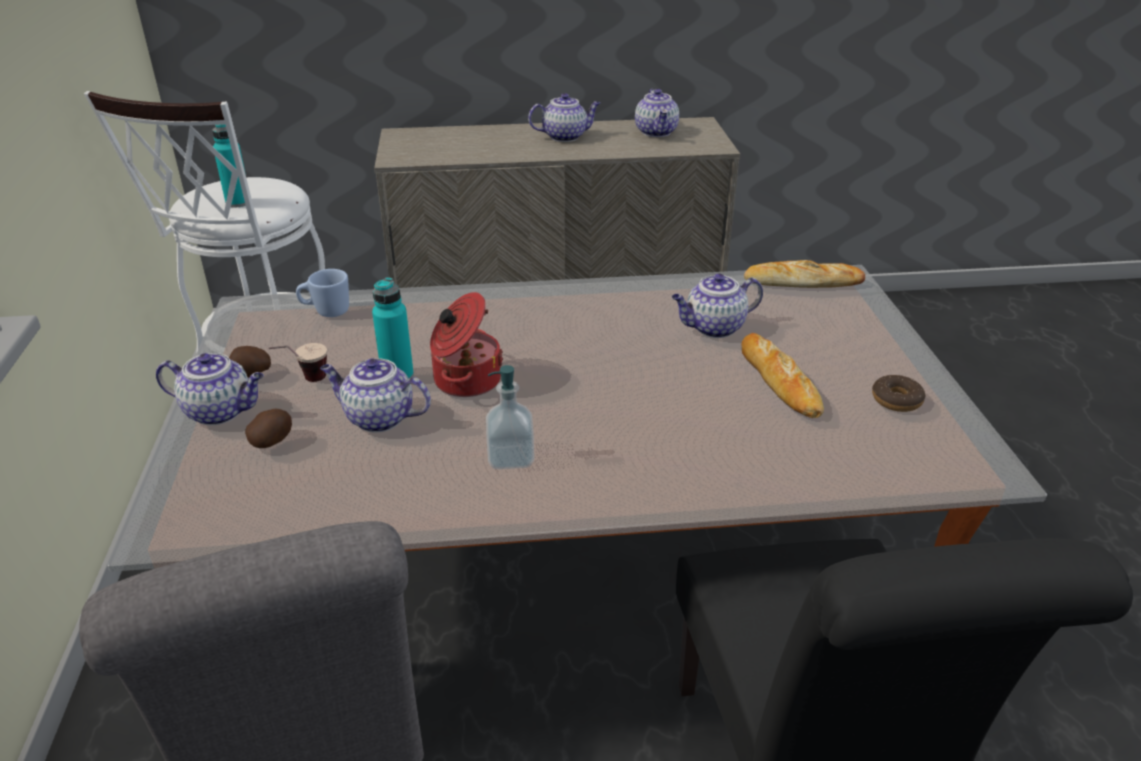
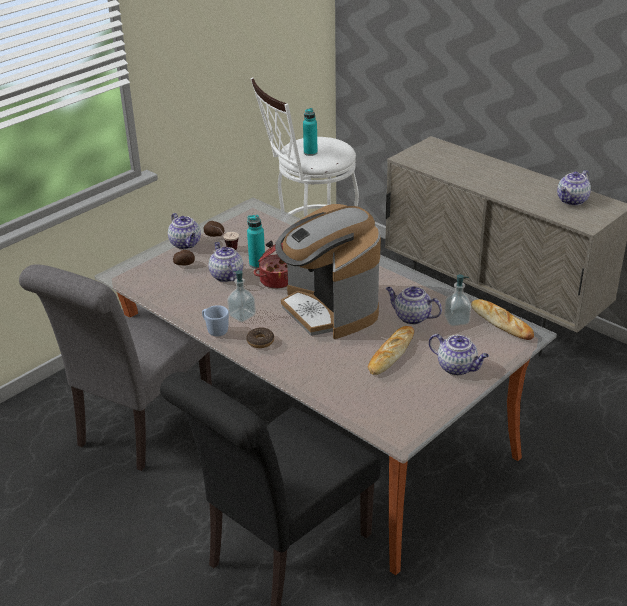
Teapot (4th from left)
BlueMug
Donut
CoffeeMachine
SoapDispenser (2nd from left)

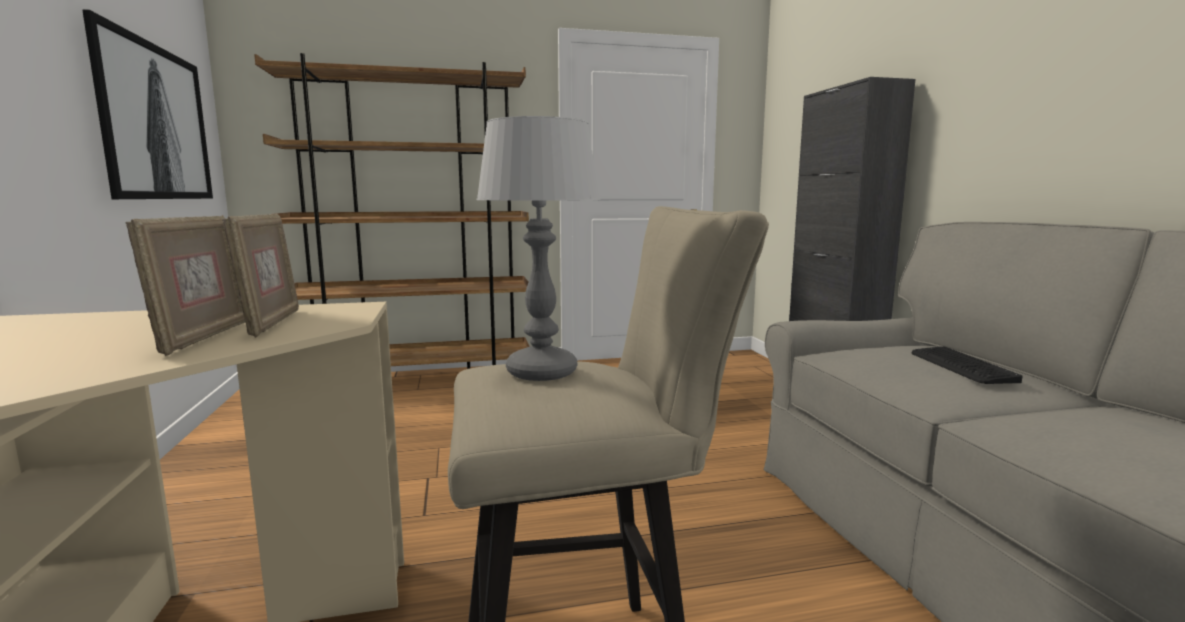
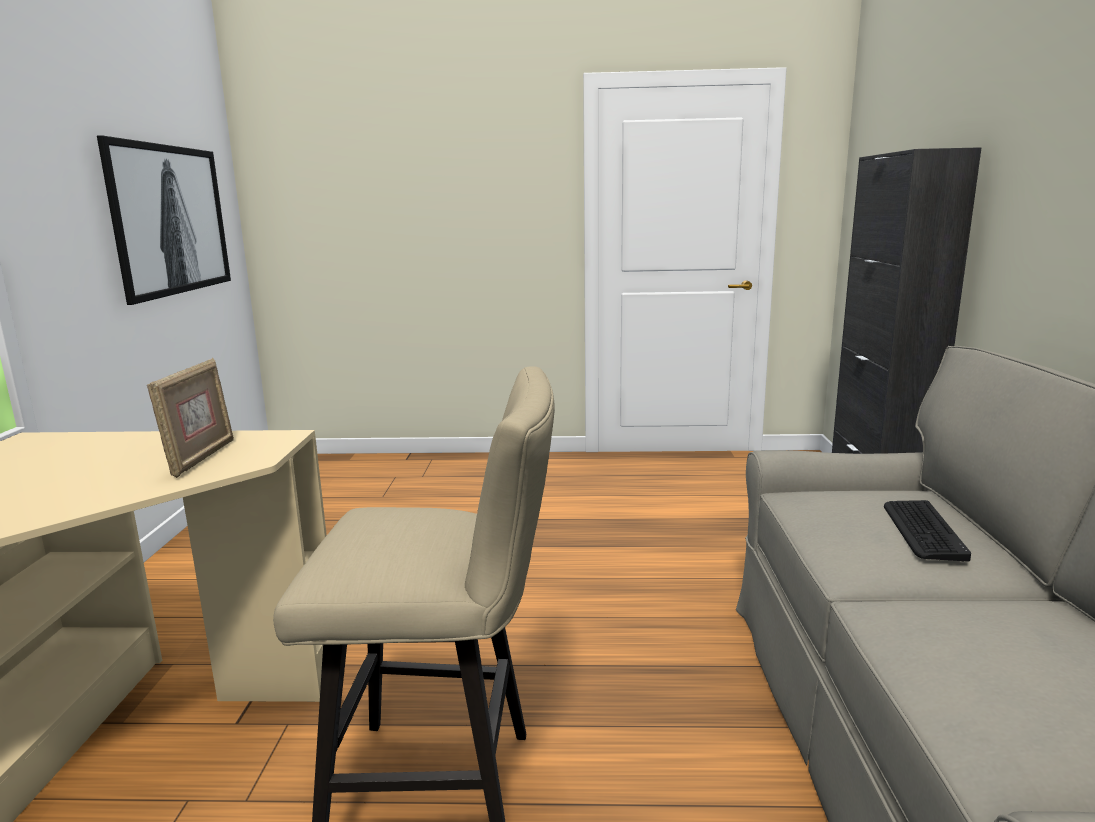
BrownBookcase
TableLamp
PictureFrame (1st from left in the first image)

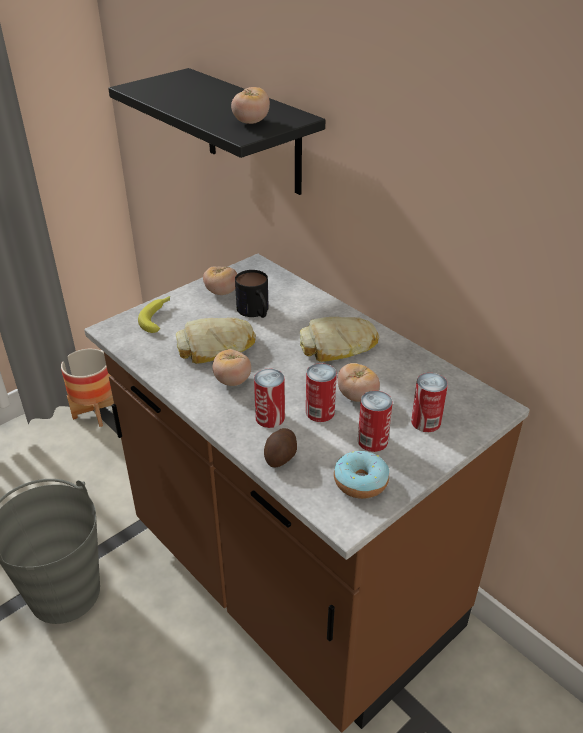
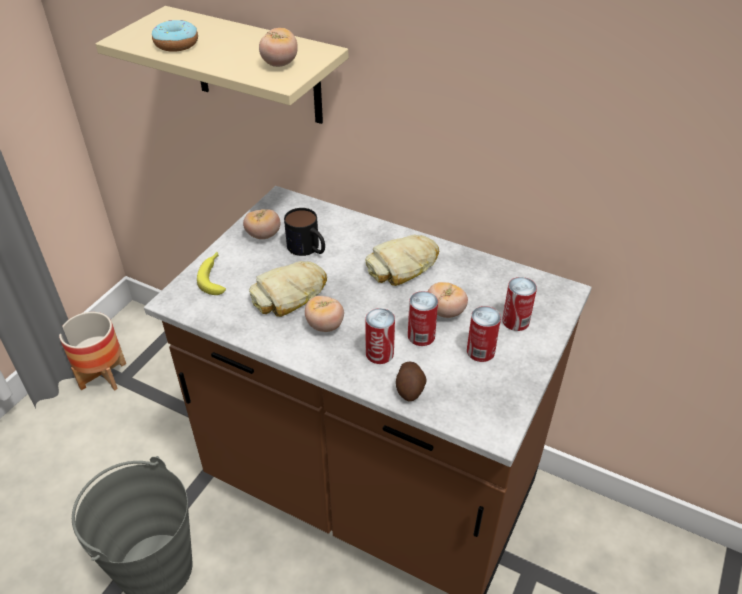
BeigeShelf
Donut

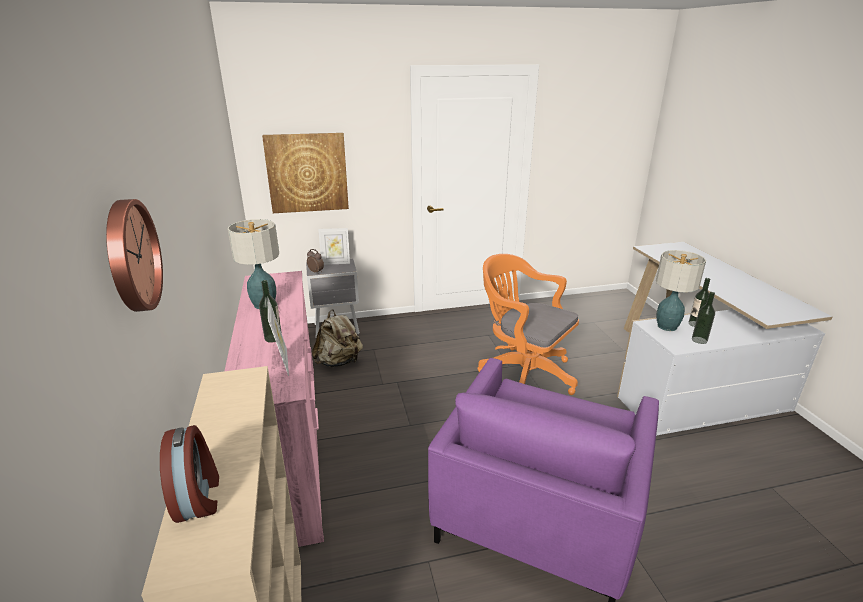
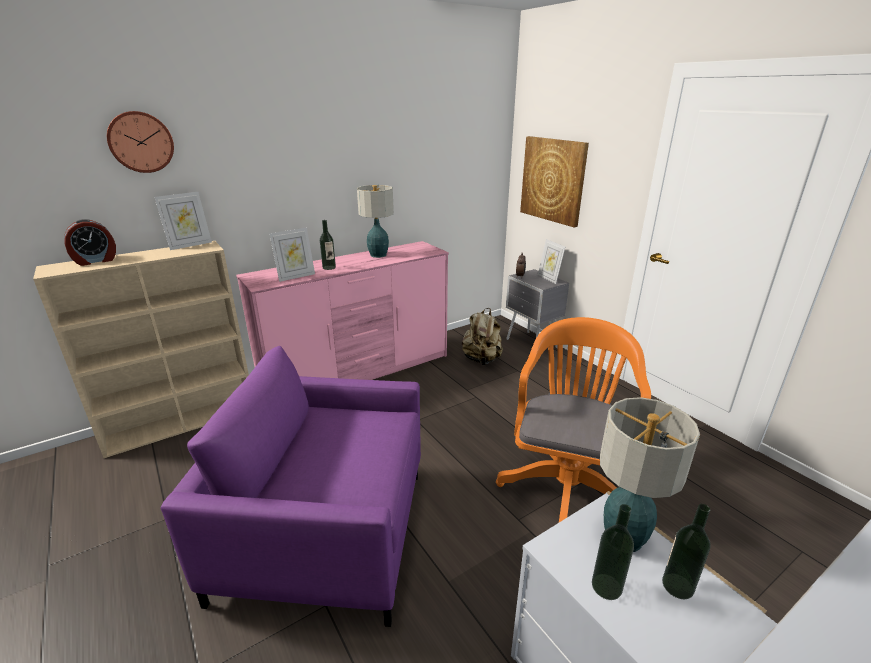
PictureFrame (1st from left)

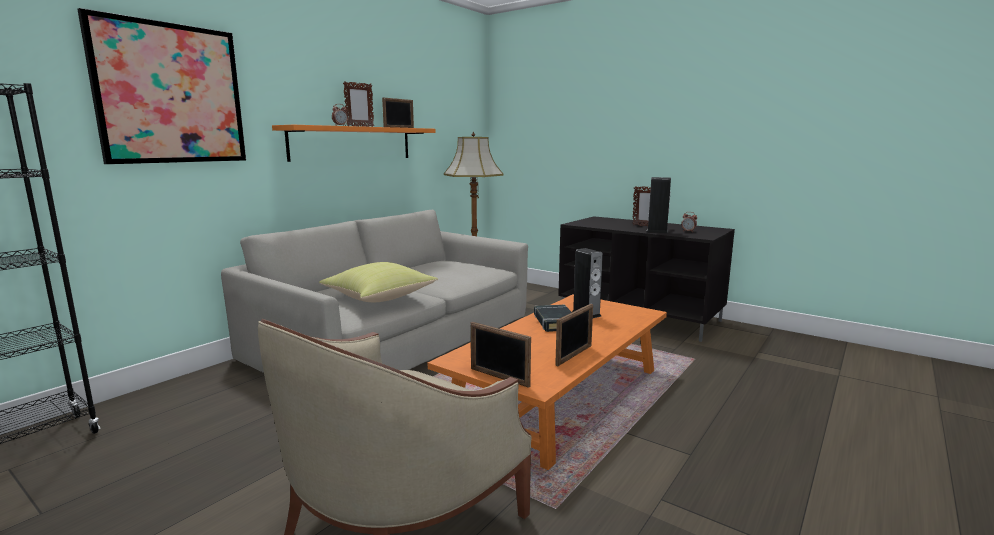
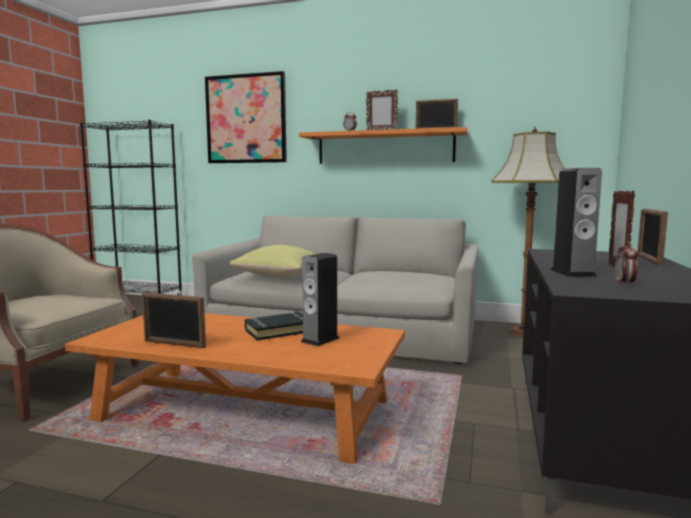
PictureFrame (5th from left)

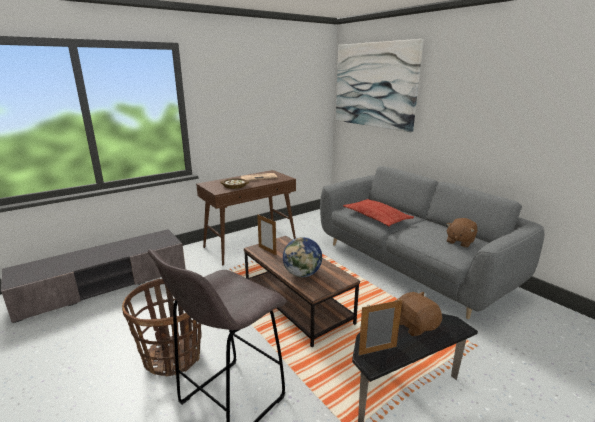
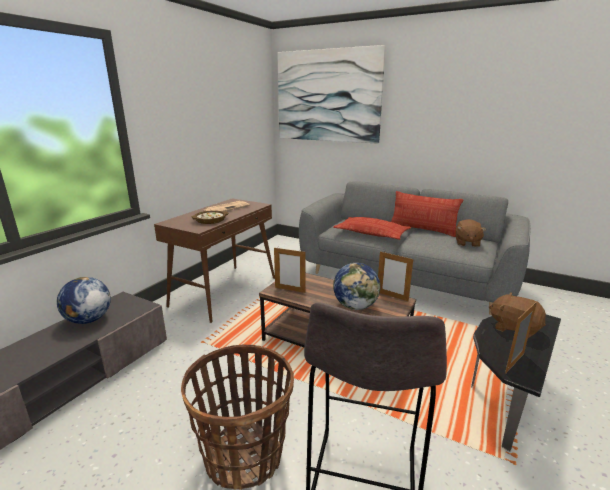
Pillow (2nd from left)
PictureFrame (2nd from left)
Globe (1st from left)

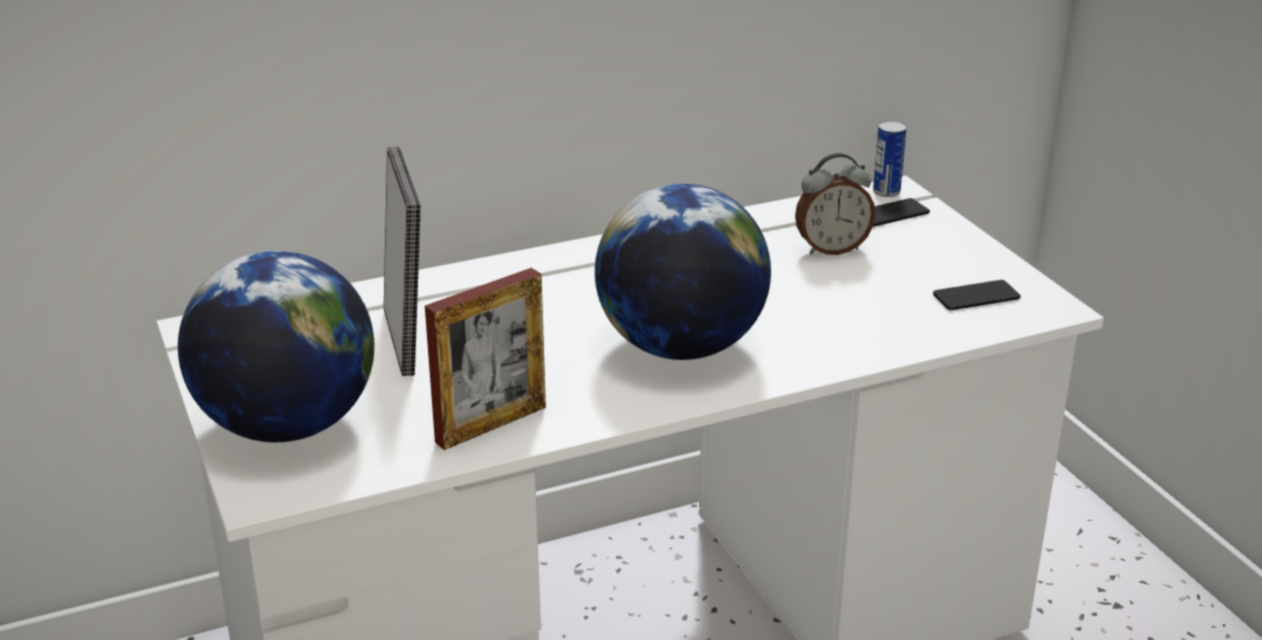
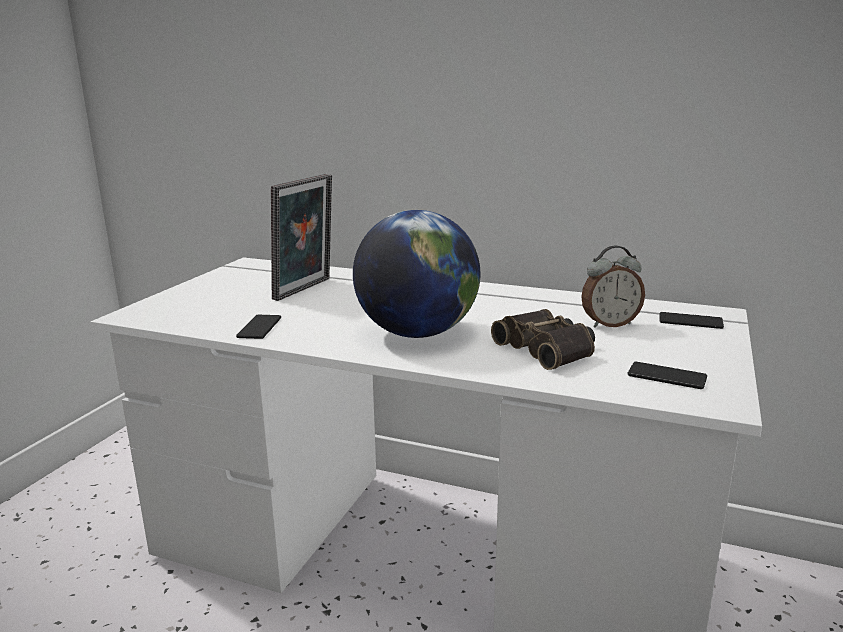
Can
AlarmClock
Globe (1st from left in the first image)
Phone (1st from left)
Binoculars

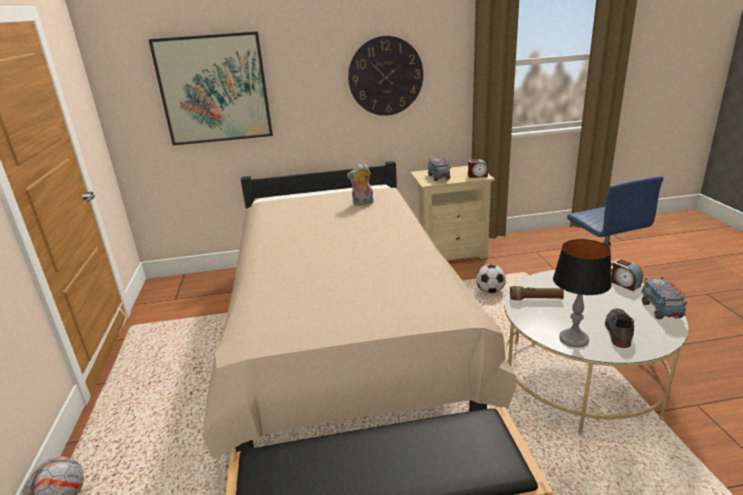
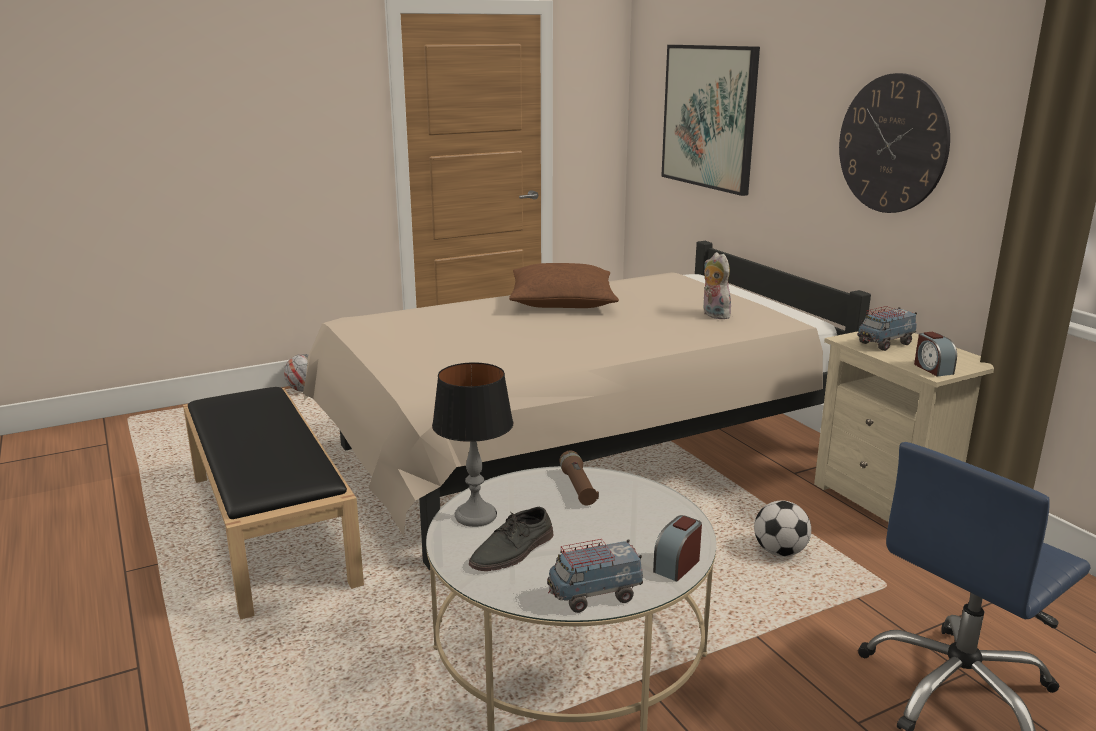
GreyShoe
BrownPillow

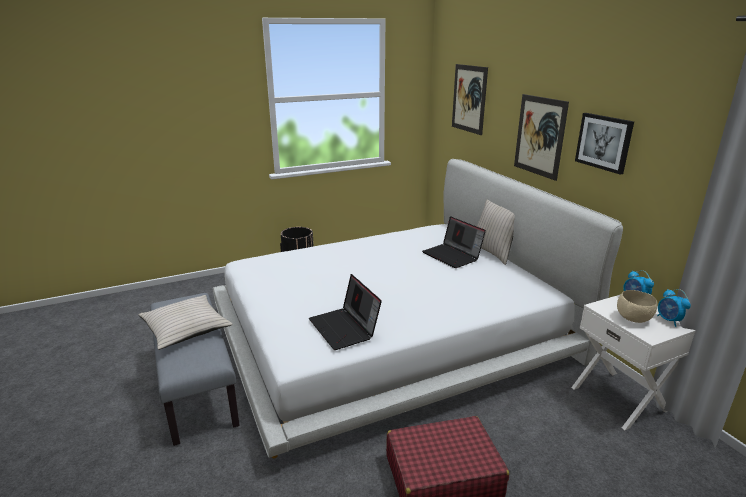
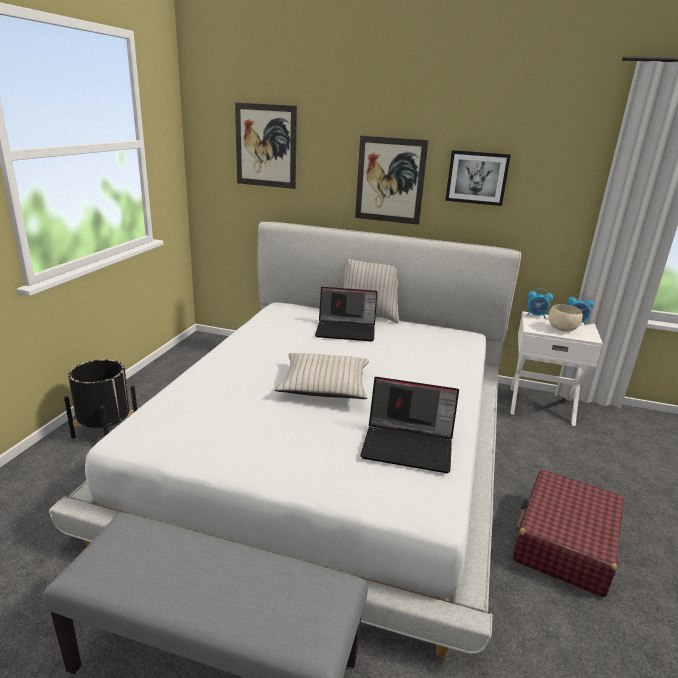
BeigePillow (1st from left)

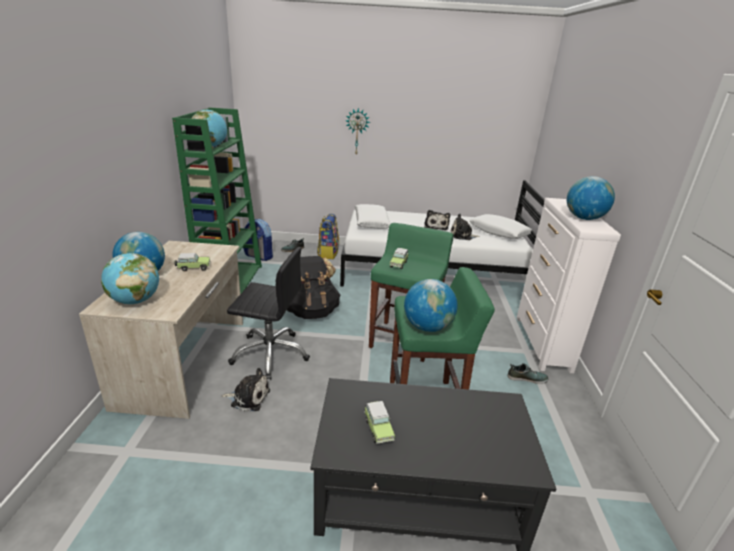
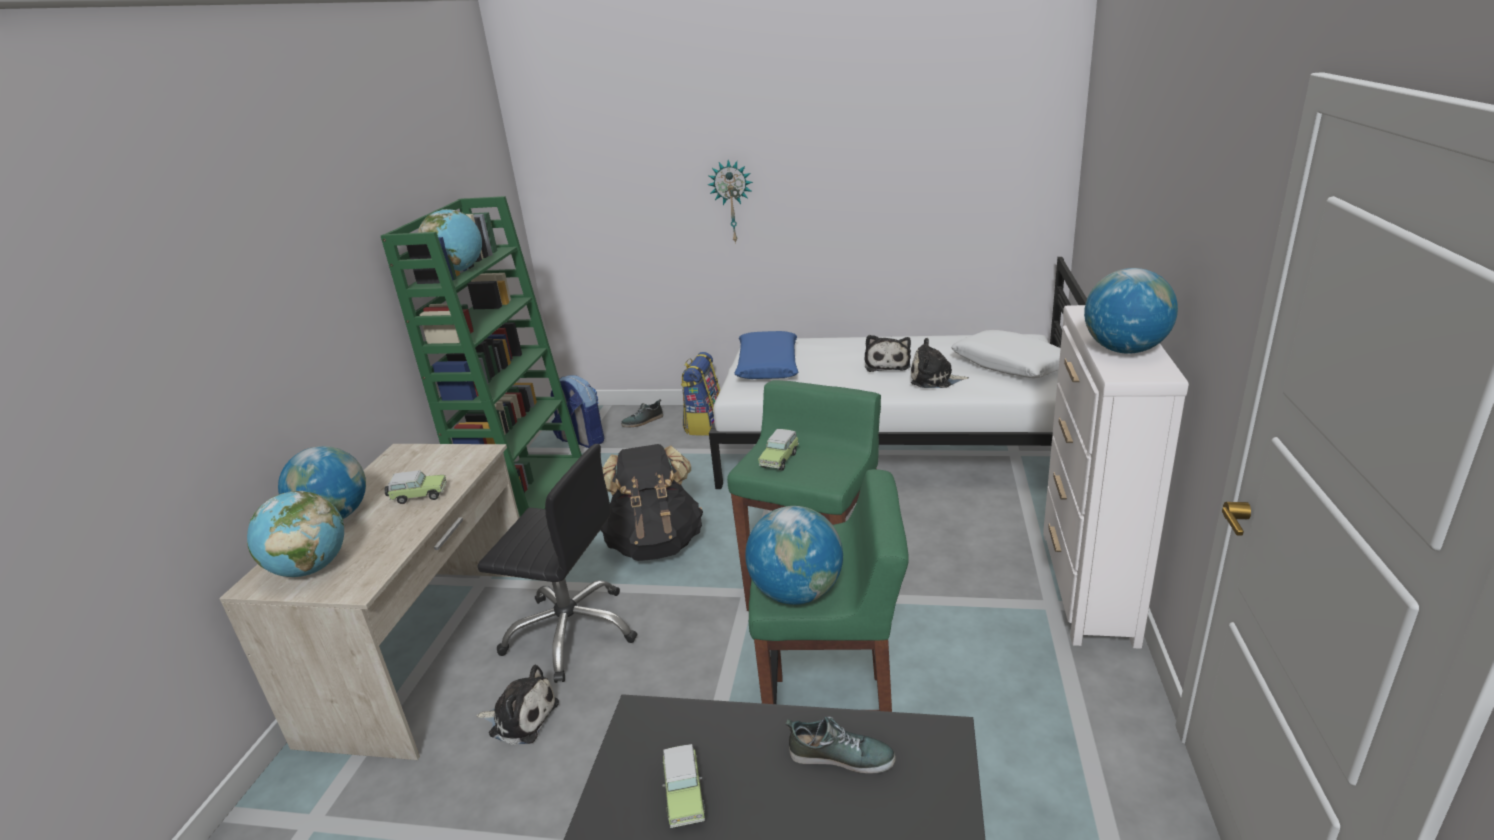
BluePillow
Shoe (2nd from left)

